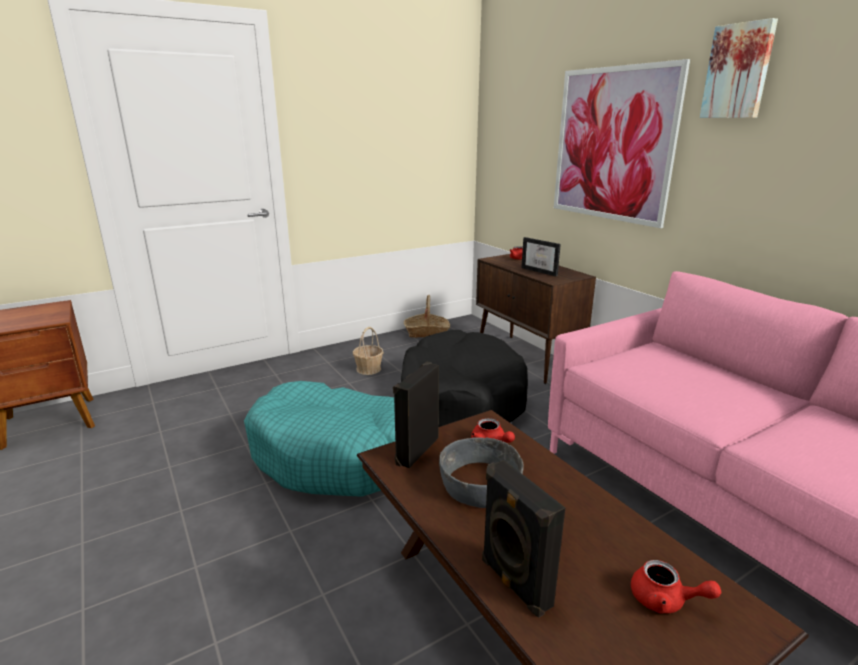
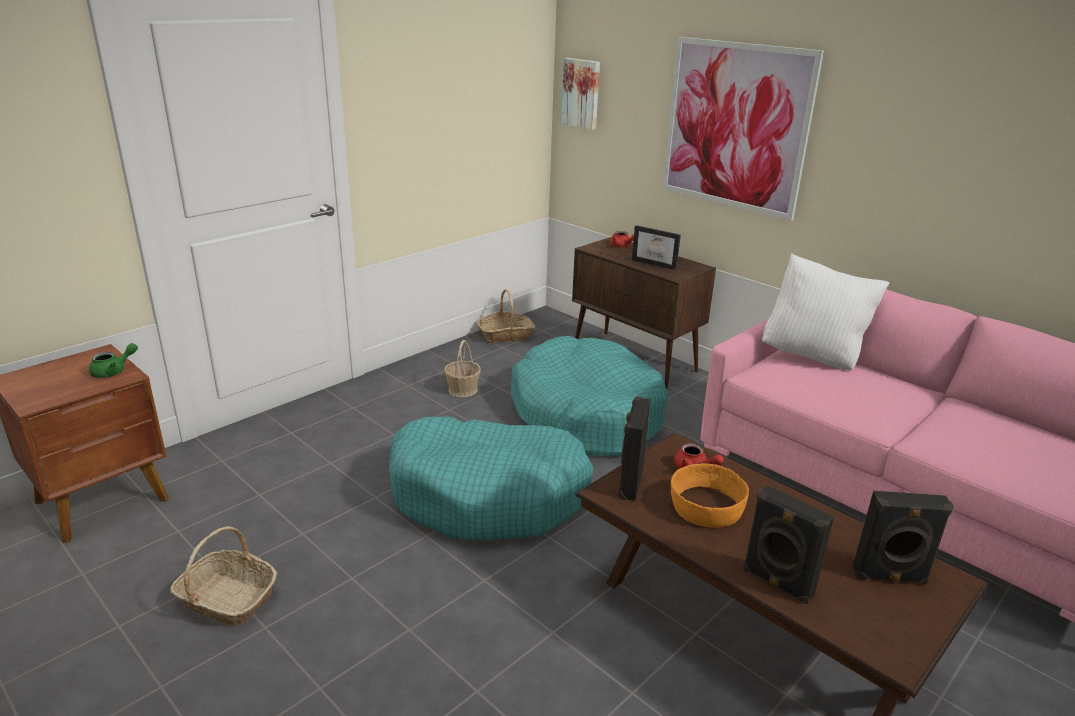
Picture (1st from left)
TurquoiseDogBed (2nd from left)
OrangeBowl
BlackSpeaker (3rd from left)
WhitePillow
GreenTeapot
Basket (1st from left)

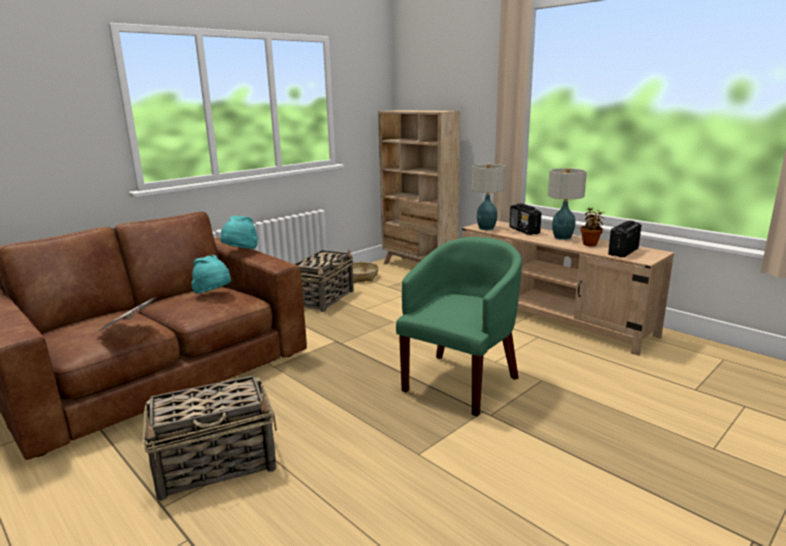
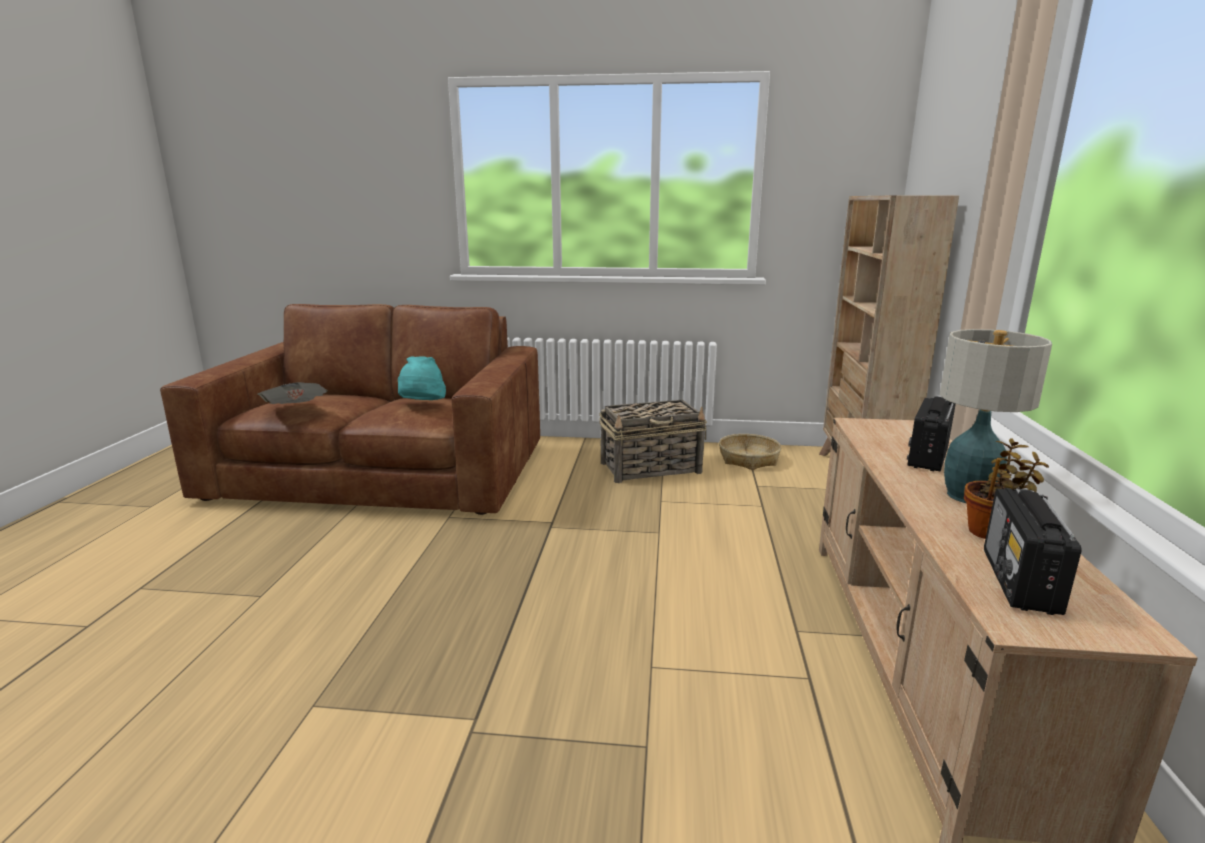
TableLamp (1st from left in the first image)
TurquoiseHat (2nd from left in the first image)
Radio (2nd from left)
GreenArmchair
Basket (1st from left in the first image)

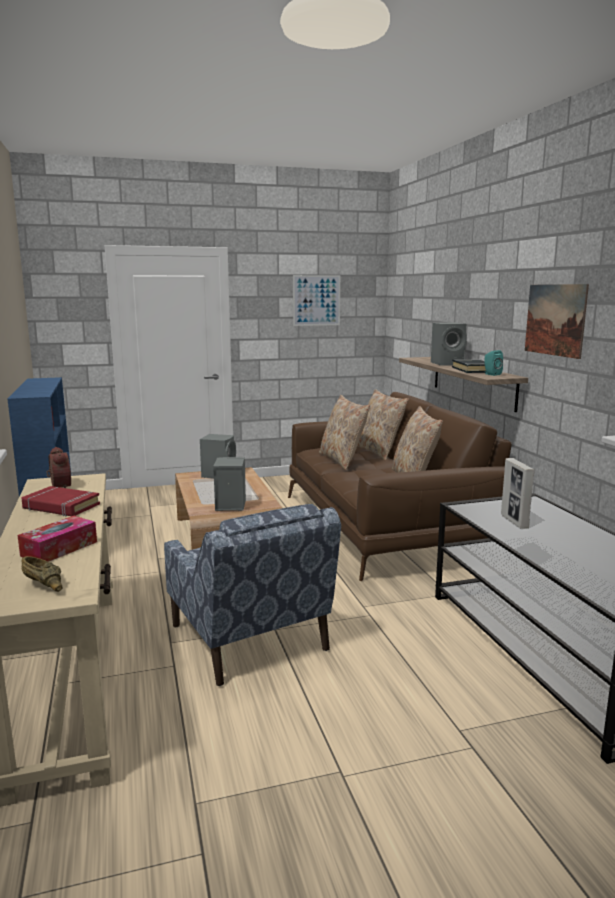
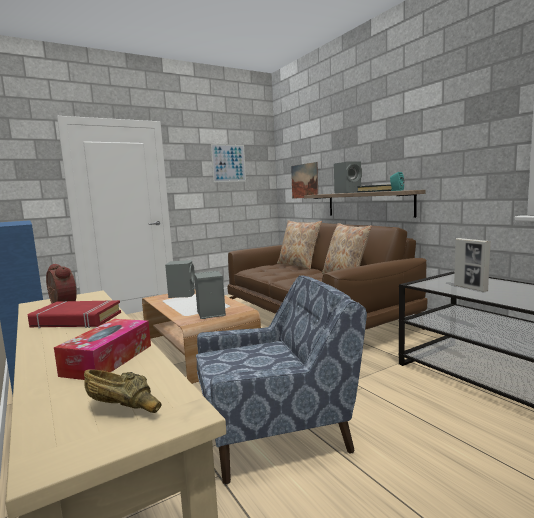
Picture (2nd from left)
BeigePillow (1st from left in the first image)
BlueArmchair

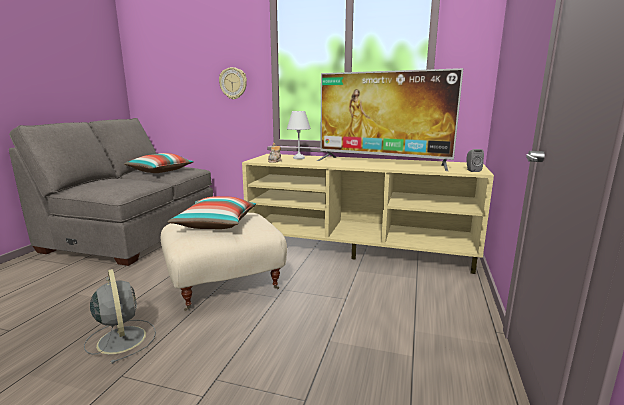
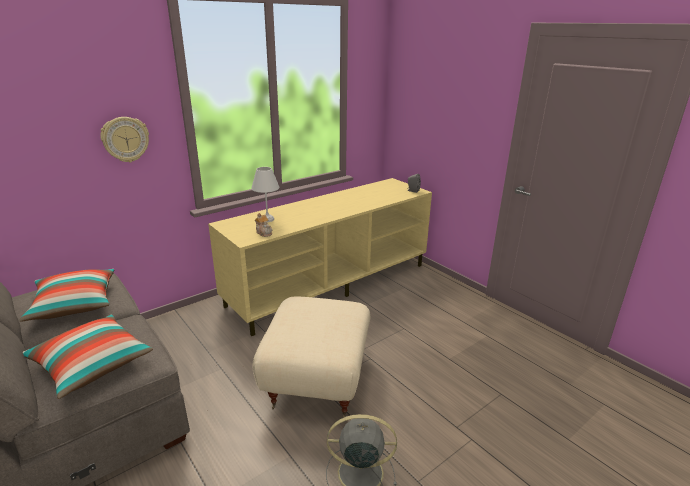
Television
Pillow (2nd from left)

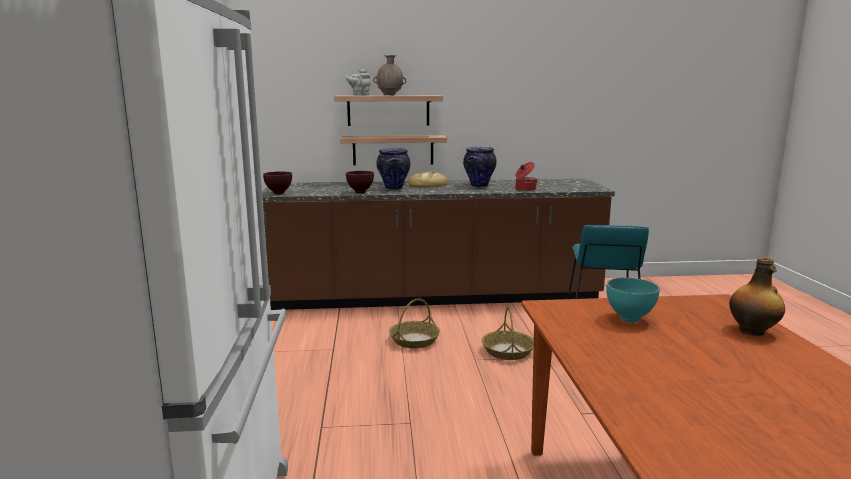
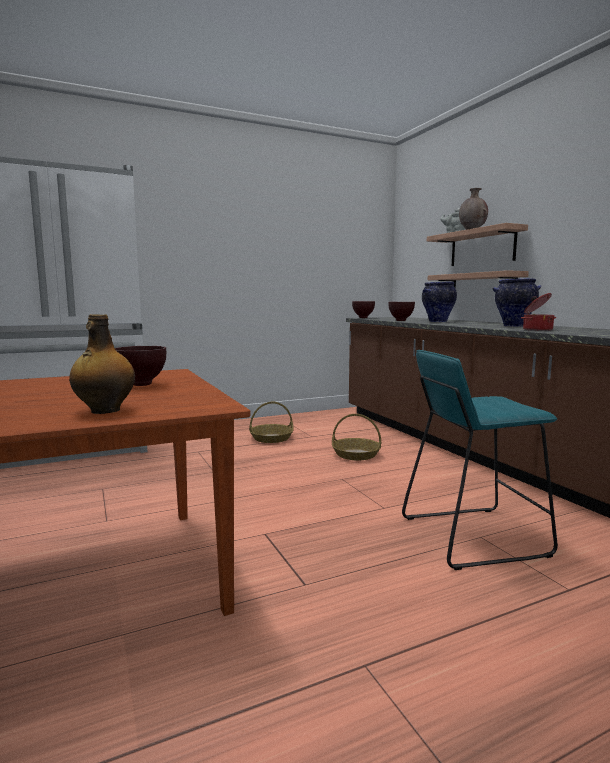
Bread
BrownBowl (1st from left)
Basket (1st from left)

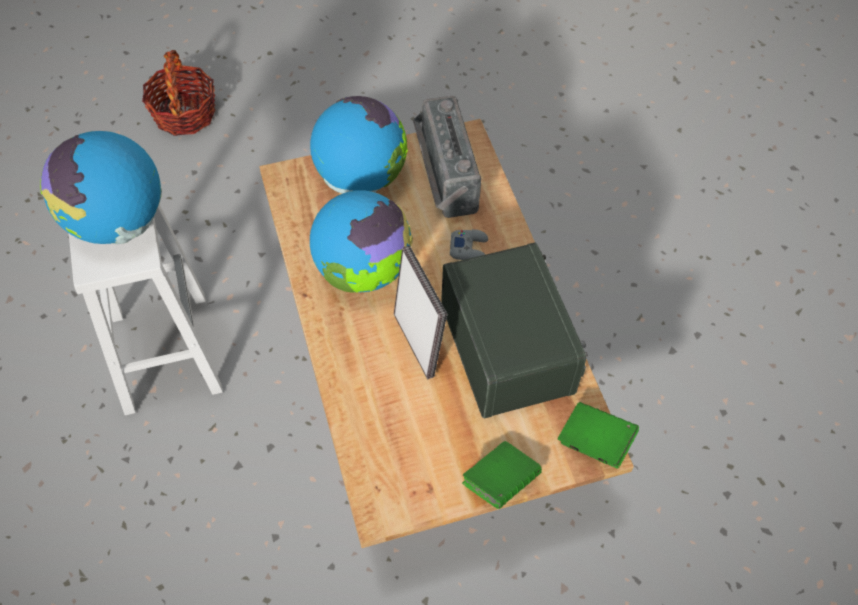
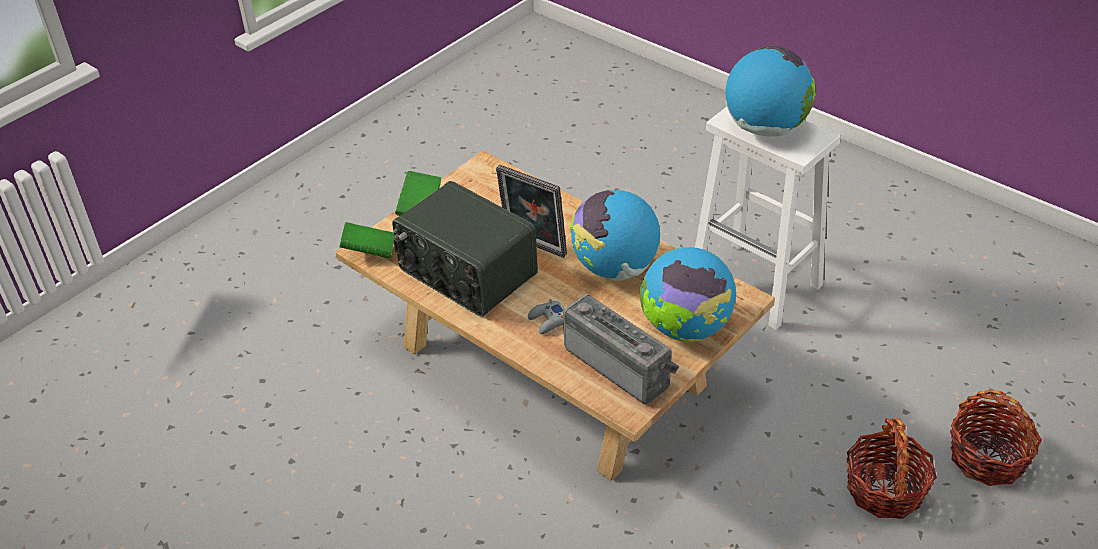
Basket (1st from left)

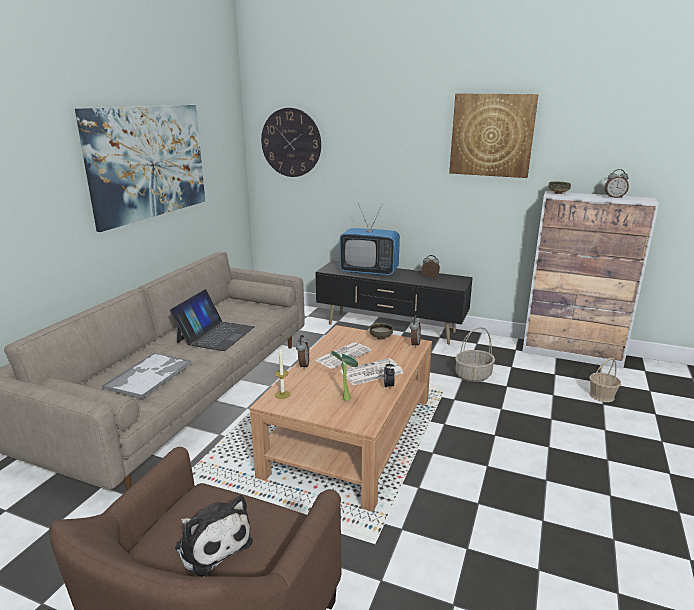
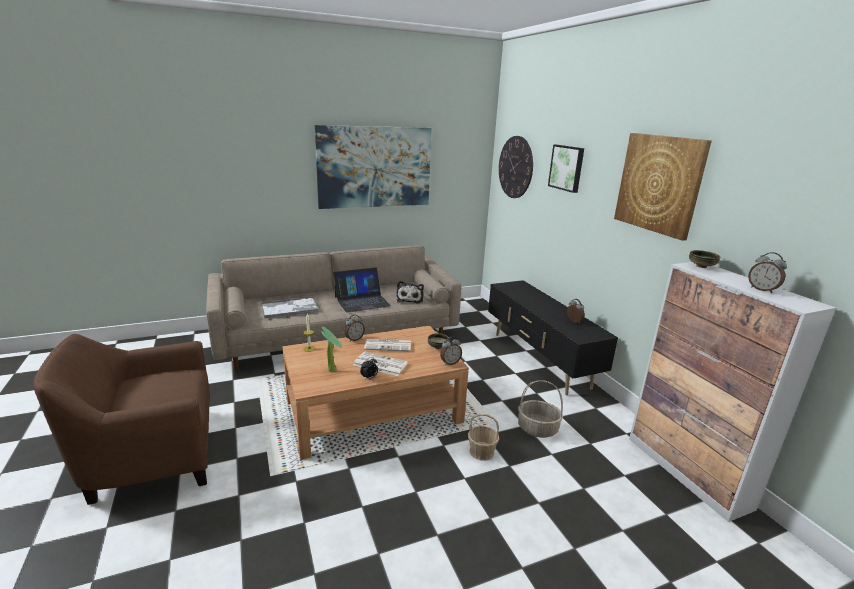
Television
Basket (1st from left)
PlushToy
Picture (2nd from left)

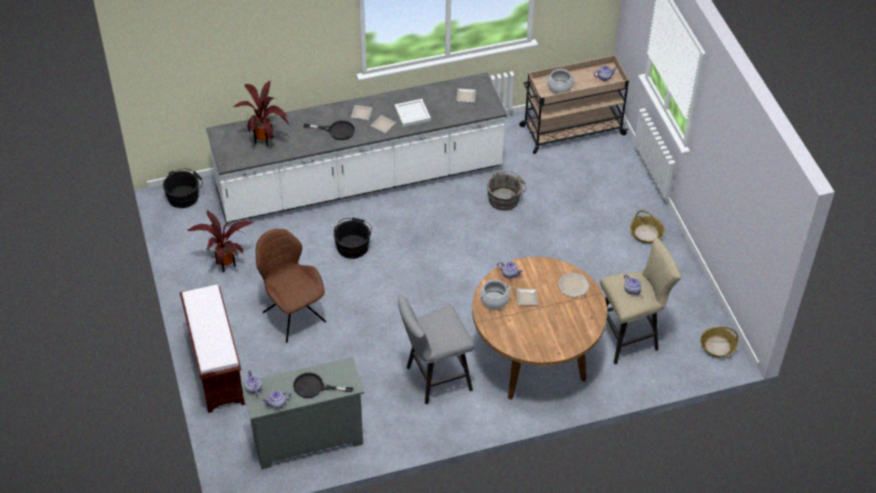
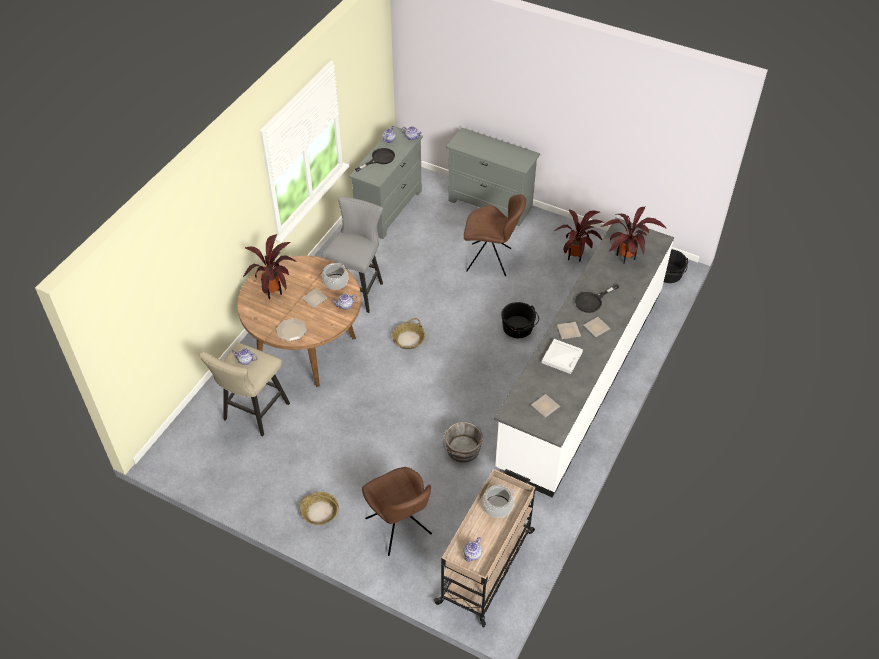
GreyDresser (2nd from left)
Basket (2nd from left)
PottedPlant (1st from left)
BrownChair (1st from left)

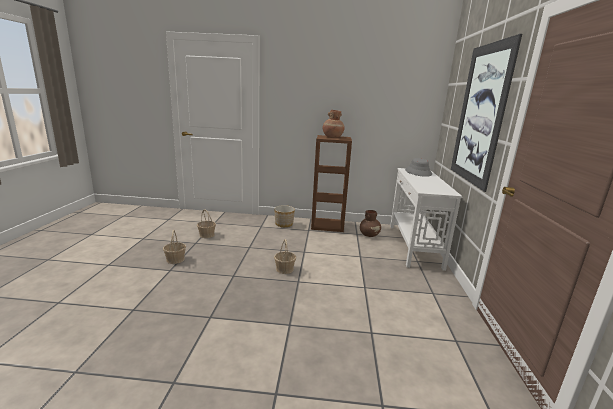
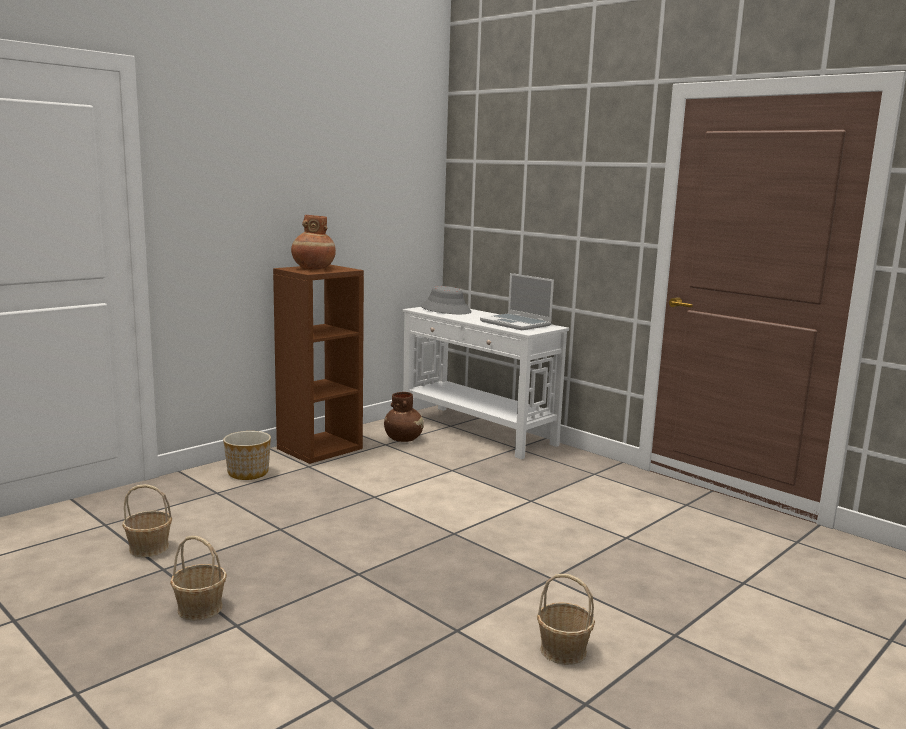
Picture
Basket (3rd from left)
Laptop

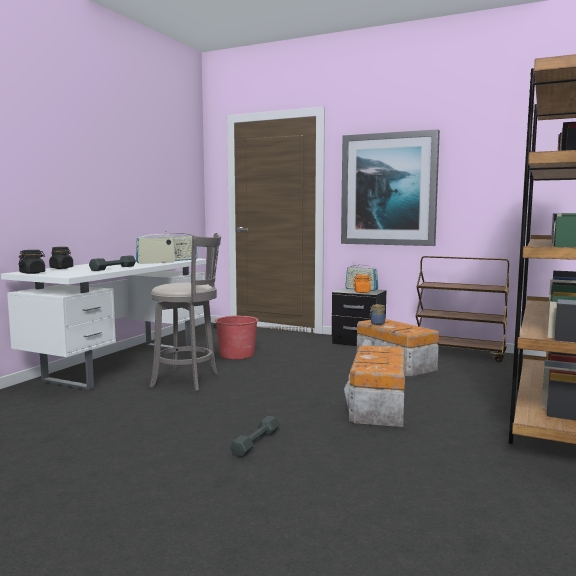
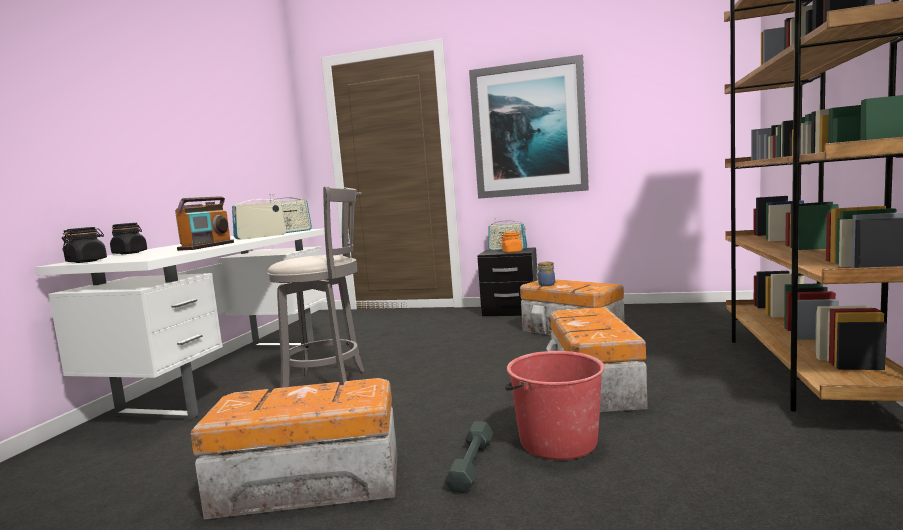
Radio (1st from left)
BrownCart
RedBucket
StorageBox (1st from left)

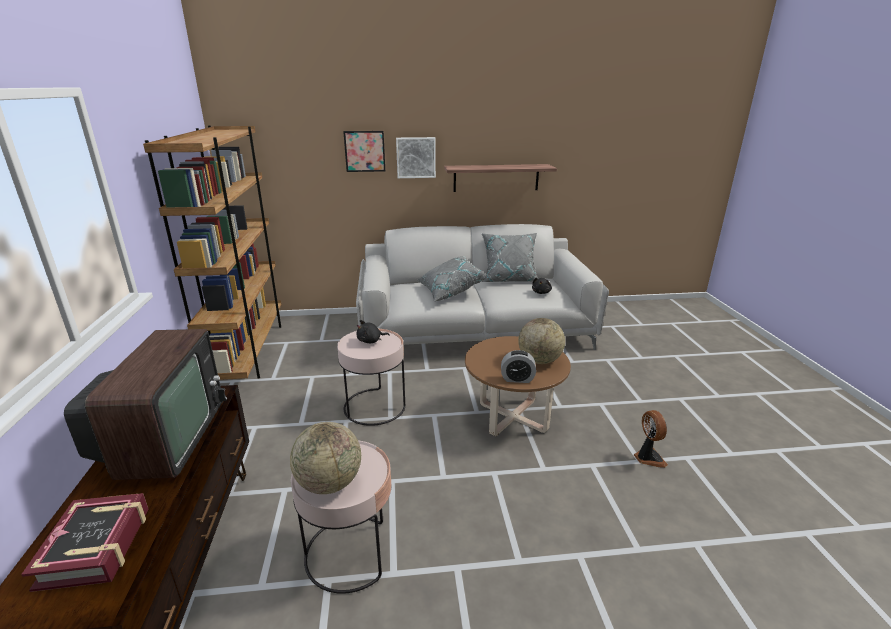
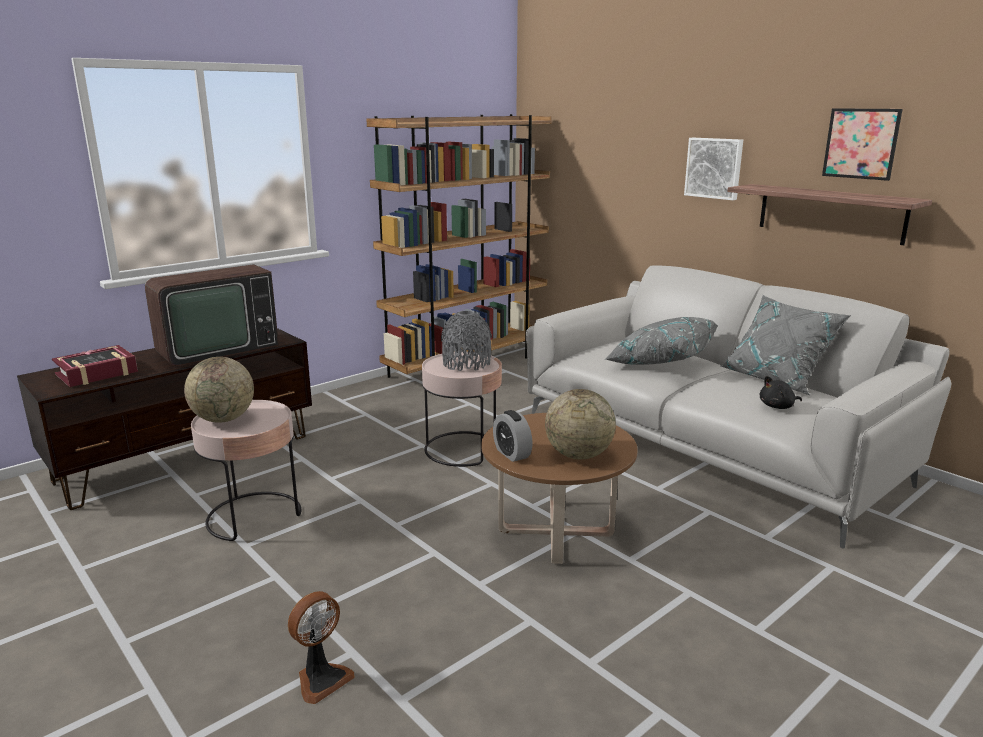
Picture (2nd from left)
GreyVase
Fan

